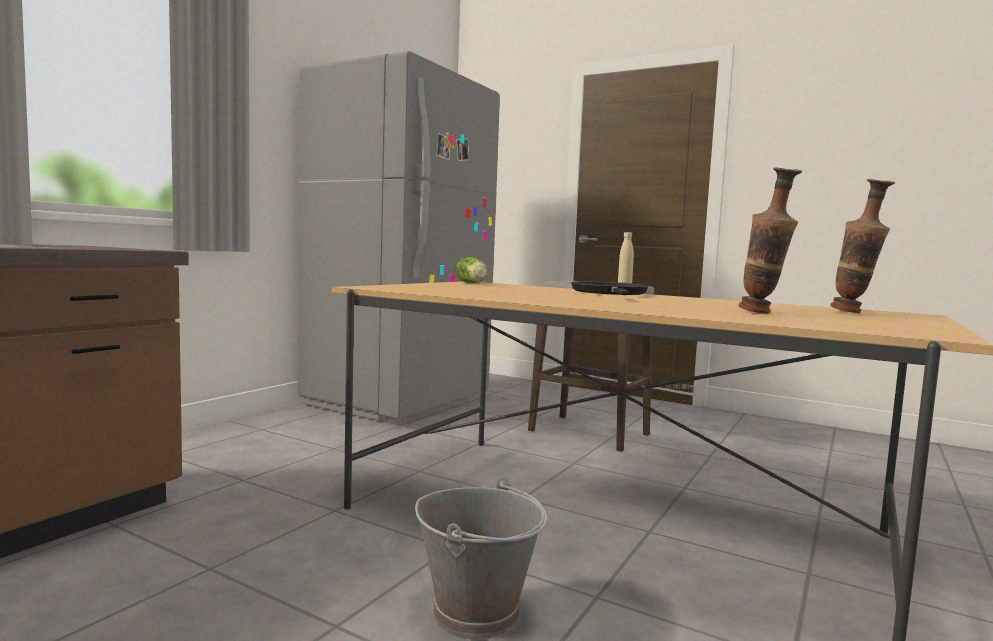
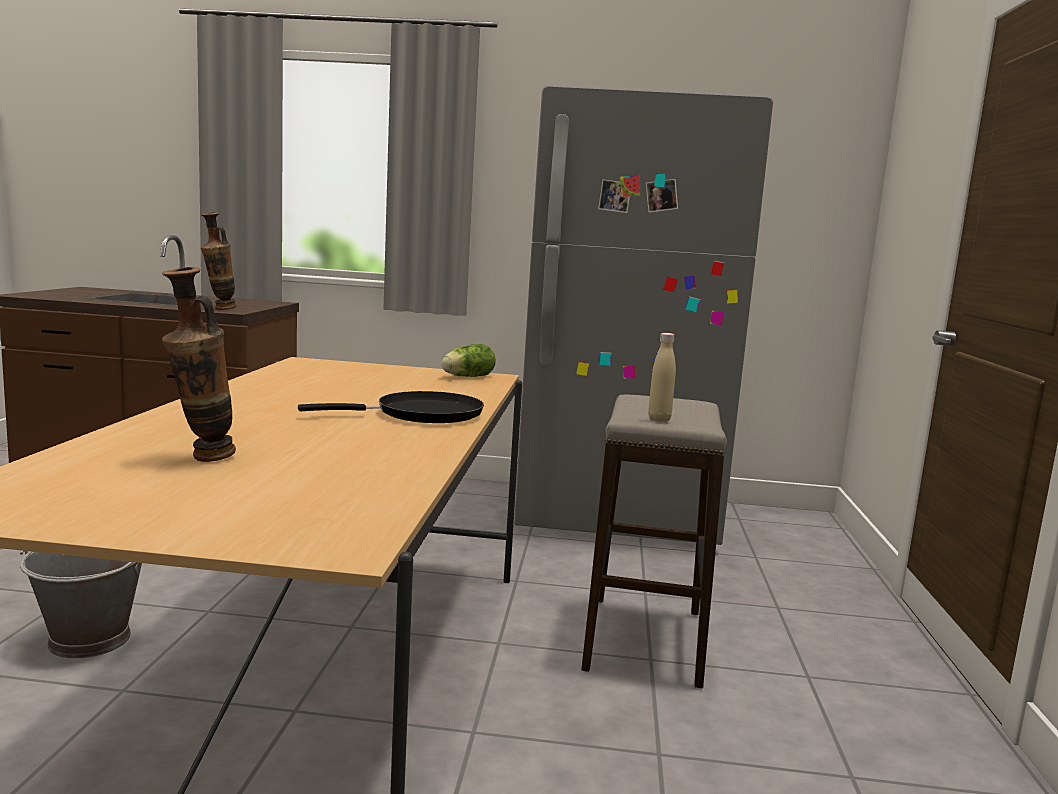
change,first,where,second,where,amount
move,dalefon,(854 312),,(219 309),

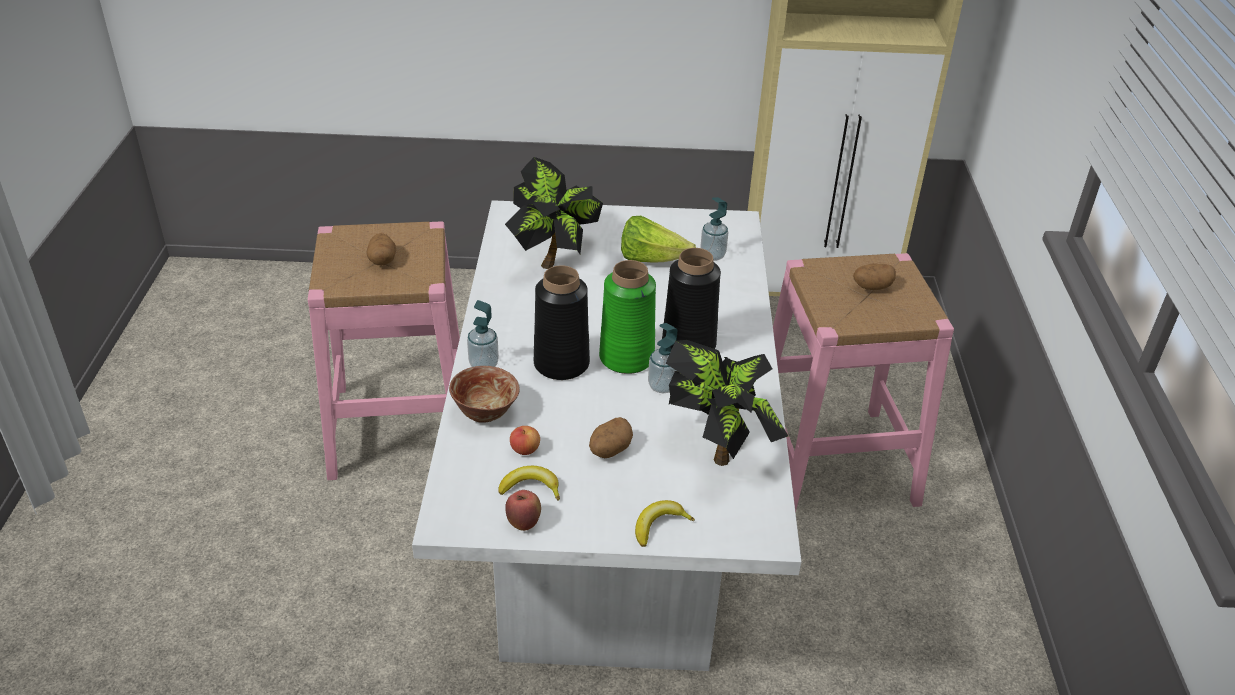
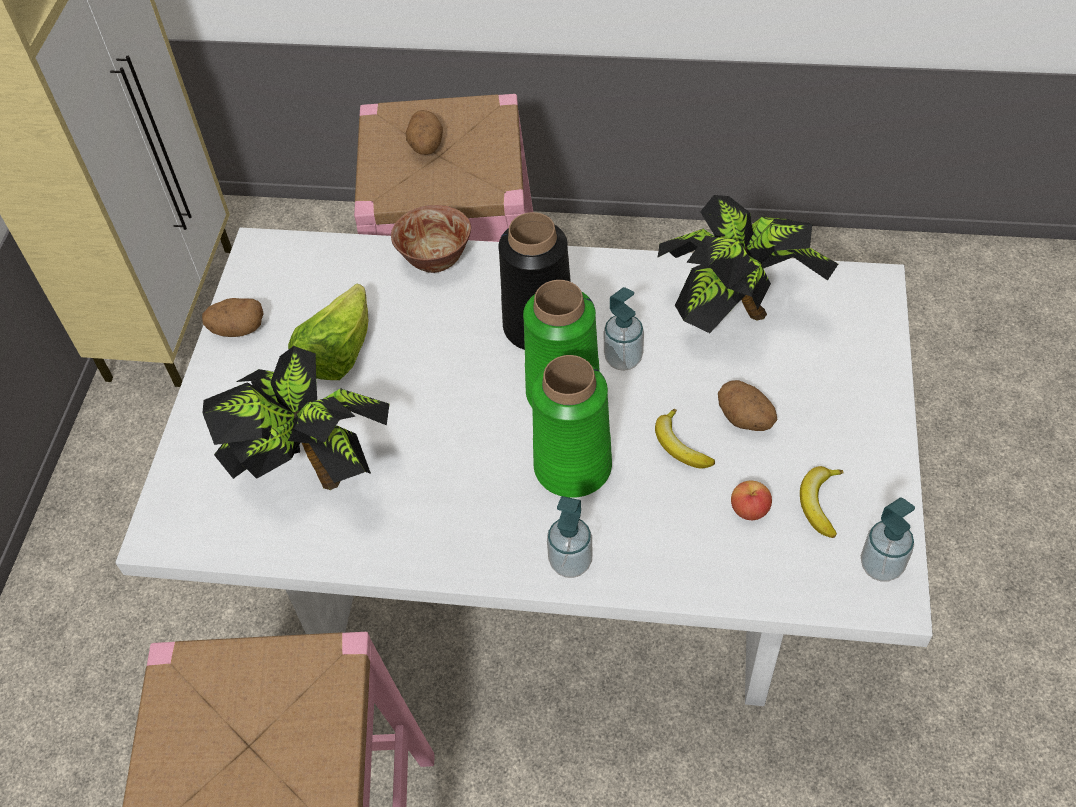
change,first,where,second,where,amount
delete,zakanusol,(524 523),,,
move,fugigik,(382 260),,(237 329),
move,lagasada,(485 412),,(435 259),
move,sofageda,(659 526),,(680 446),
move,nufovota,(712 255),,(881 566),
recolor,black dalefon,(561 363),green dalefon,(572 467),

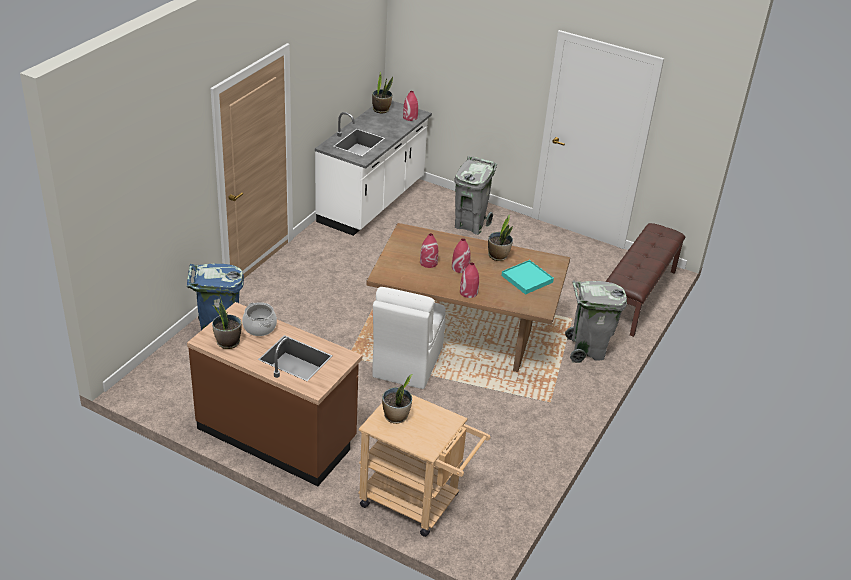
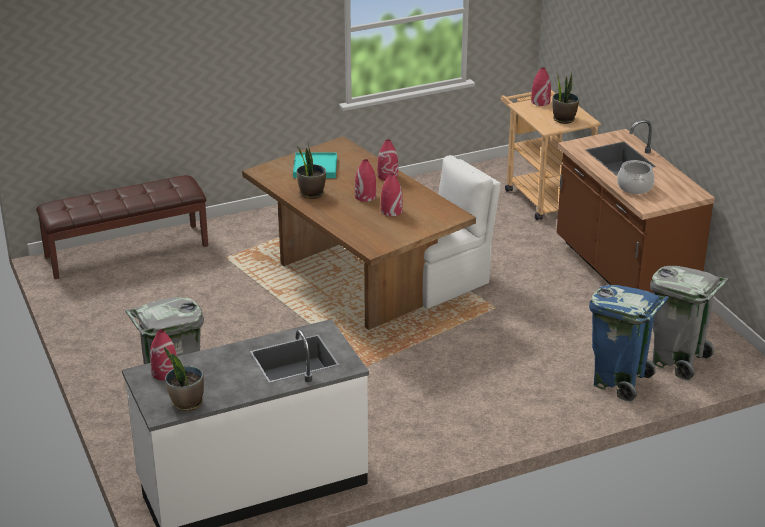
change,first,where,second,where,amount
delete,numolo,(227 342),,,
insert,,,red dalefon,(540 101),
move,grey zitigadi,(587 350),,(677 360),

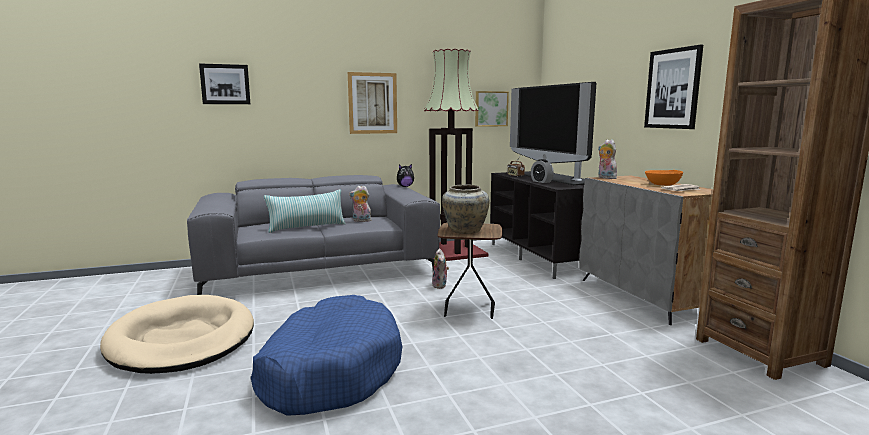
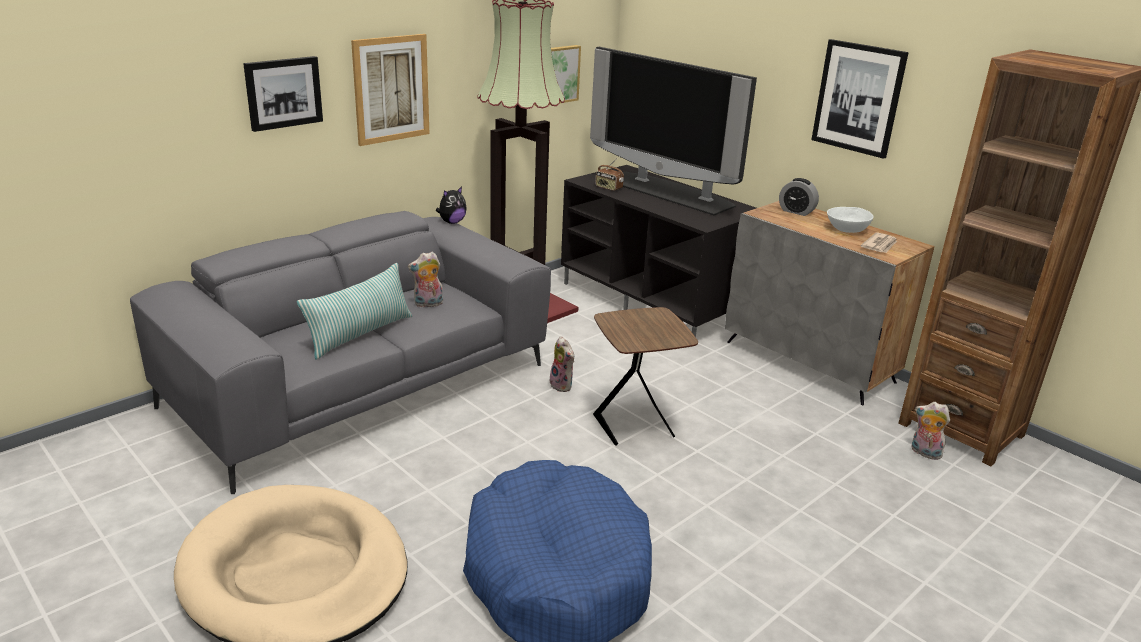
change,first,where,second,where,amount
delete,beige dalefon,(464 231),,,
move,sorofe,(225 84),,(283 93),
move,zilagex,(541 181),,(796 211),
move,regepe,(605 178),,(924 453),
recolor,orange lagasada,(662 184),white lagasada,(847 229),

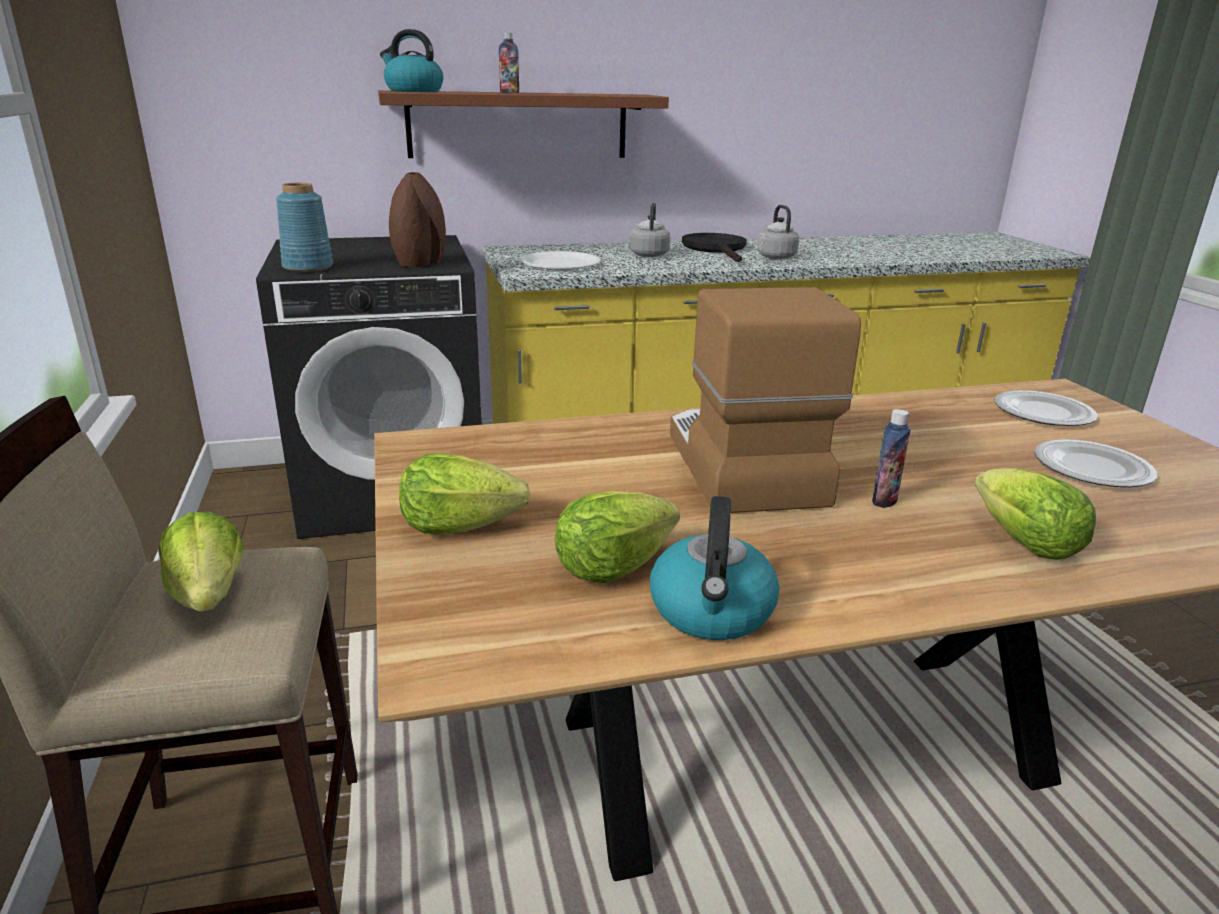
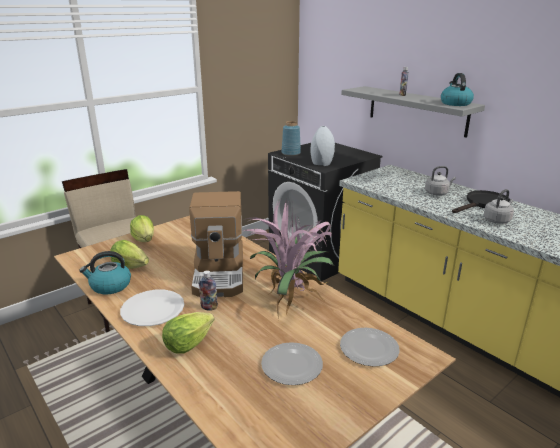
change,first,where,second,where,amount
delete,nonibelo,(209 595),,,
insert,,,numolo,(292 298),
move,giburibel,(413 91),,(455 103),
move,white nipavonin,(560 263),,(152 309),
recolor,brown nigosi,(518 125),grey nigosi,(416 110),
recolor,brown dalefon,(421 263),grey dalefon,(322 163),
rotate,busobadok,(740 466),,(220 273),120 degrees clockwise

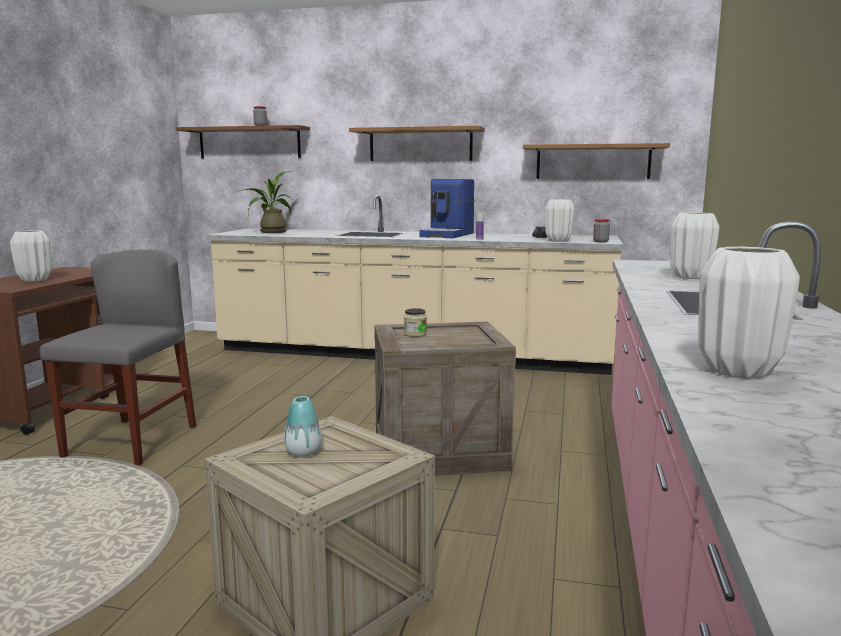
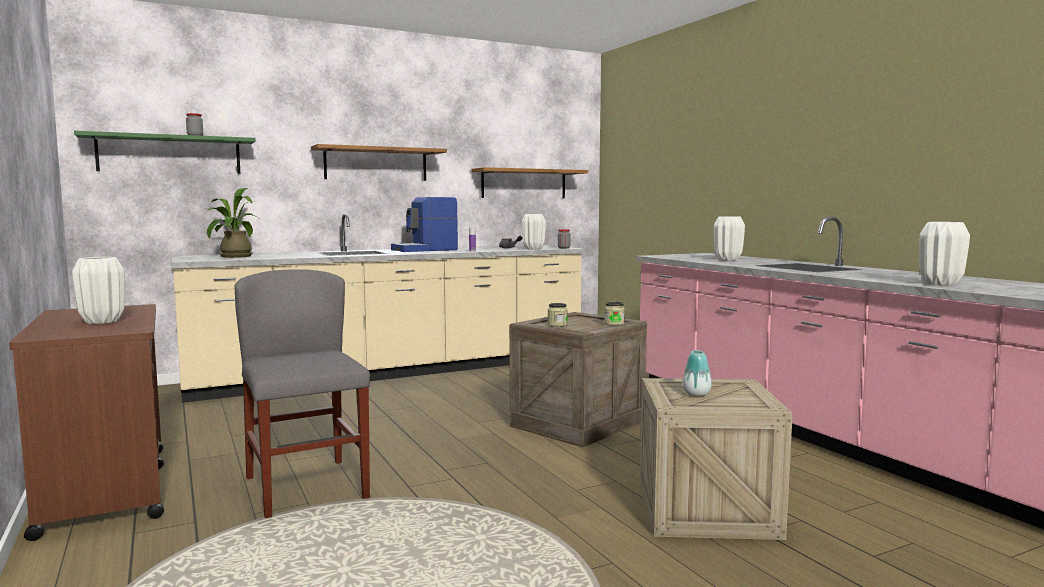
change,first,where,second,where,amount
insert,,,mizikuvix,(614 323),
recolor,brown nigosi,(249 143),green nigosi,(170 154),
rotate,busobadok,(448 235),,(425 250),75 degrees clockwise

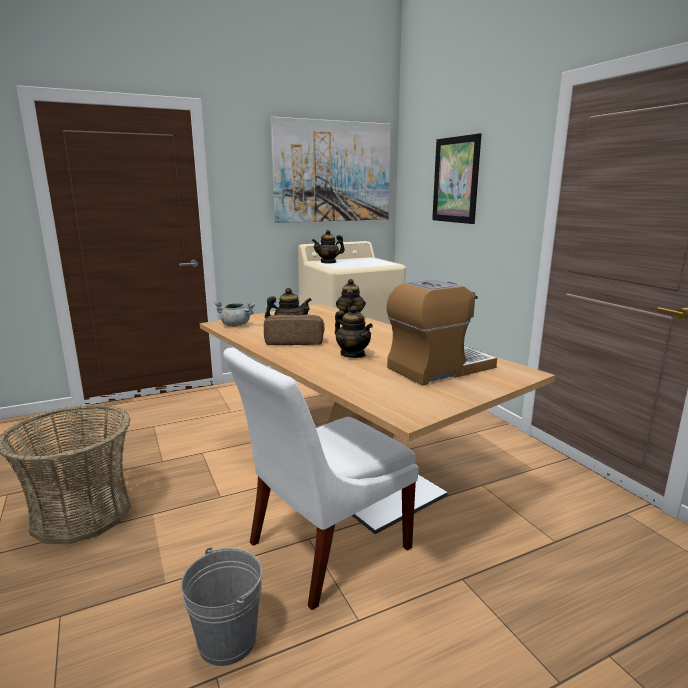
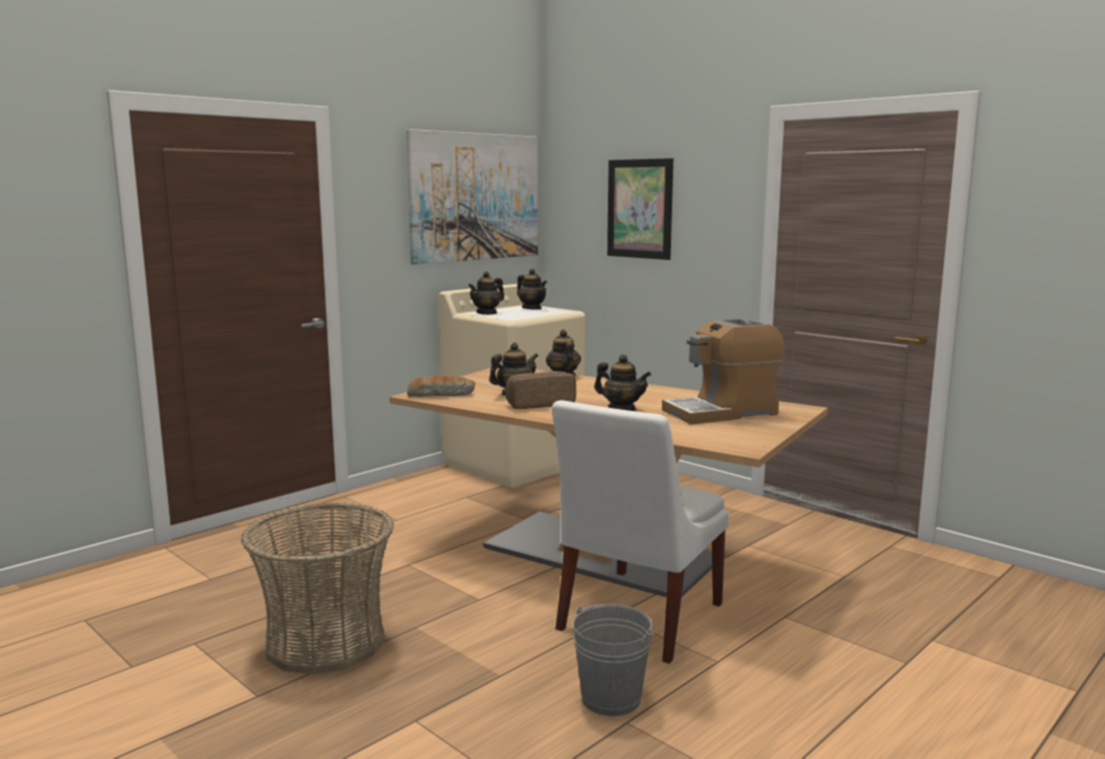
change,first,where,second,where,amount
insert,,,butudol,(532 309),
replace,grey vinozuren,(236 325),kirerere,(441 395),
rotate,busobadok,(439 368),,(722 412),150 degrees counterclockwise

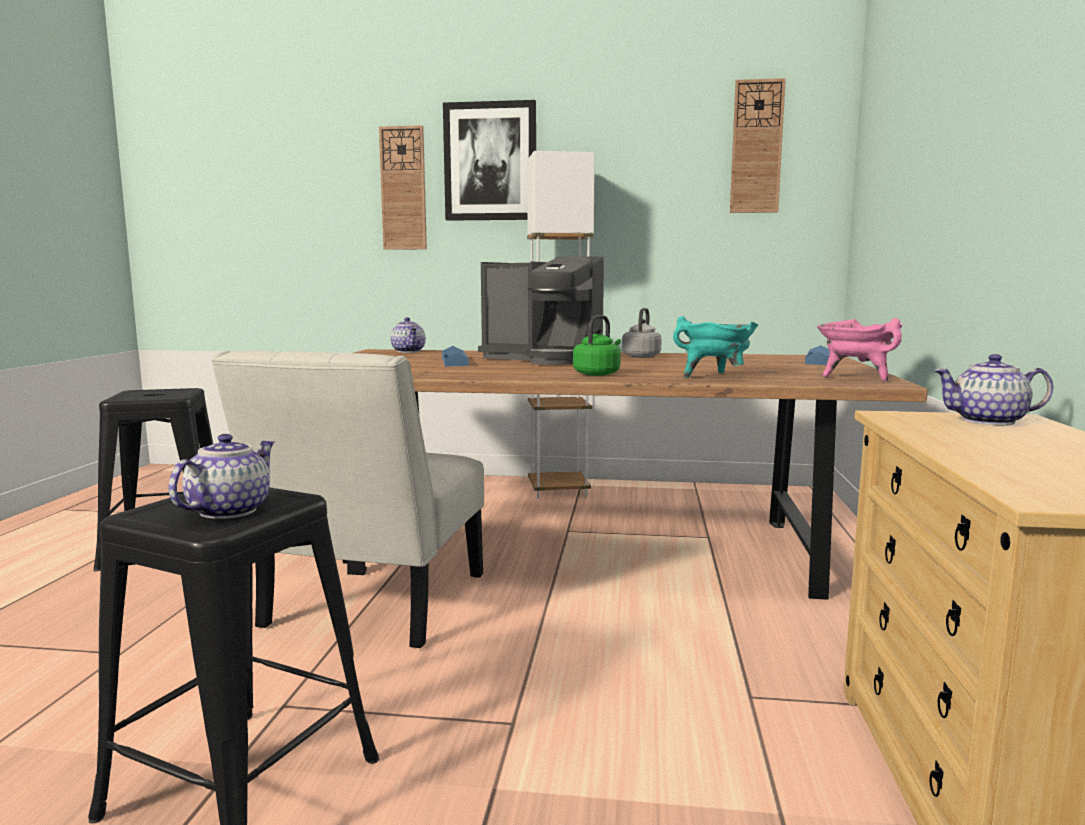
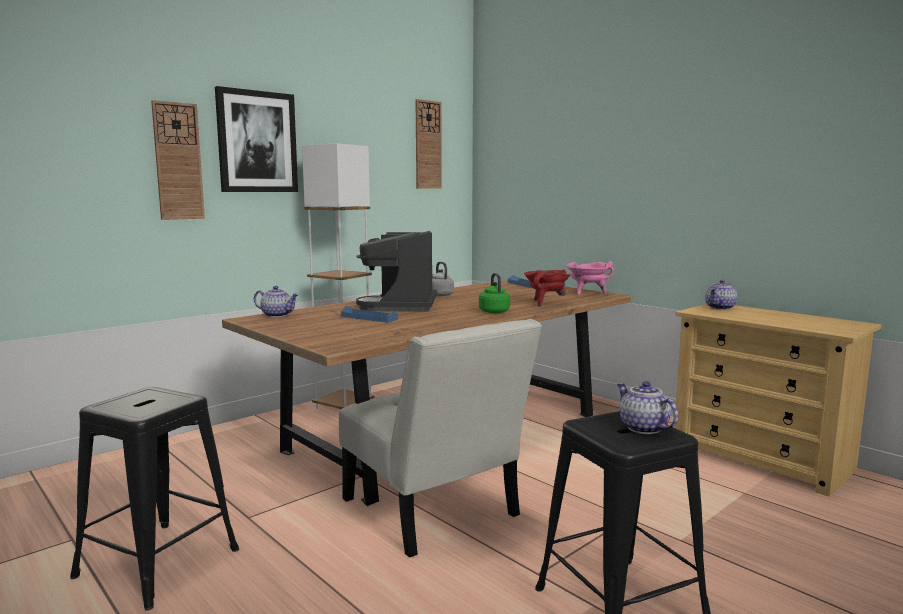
change,first,where,second,where,amount
recolor,turquoise vinozuren,(715 377),red vinozuren,(545 303),
rotate,busobadok,(544 358),,(403 305),120 degrees clockwise

